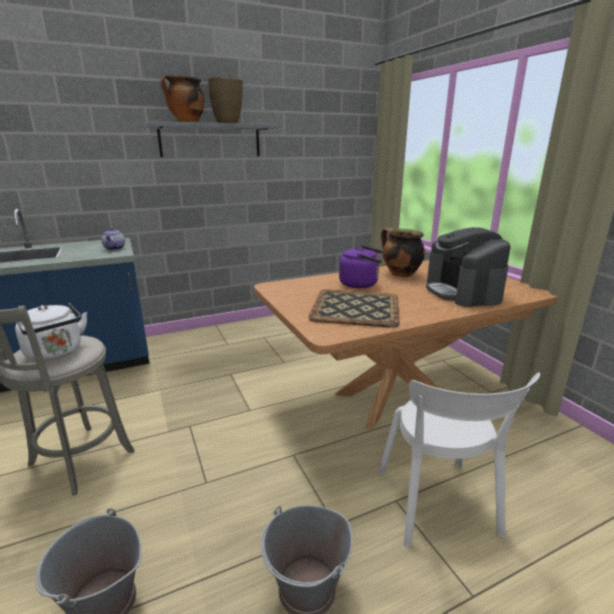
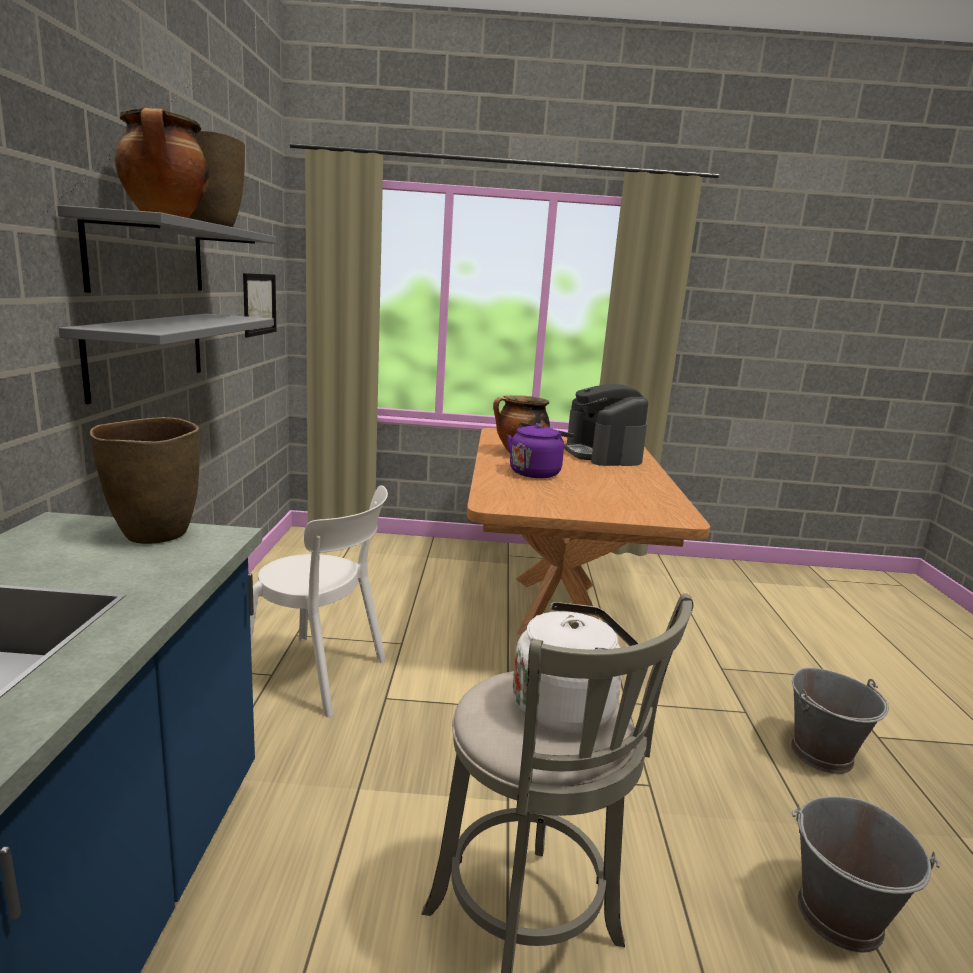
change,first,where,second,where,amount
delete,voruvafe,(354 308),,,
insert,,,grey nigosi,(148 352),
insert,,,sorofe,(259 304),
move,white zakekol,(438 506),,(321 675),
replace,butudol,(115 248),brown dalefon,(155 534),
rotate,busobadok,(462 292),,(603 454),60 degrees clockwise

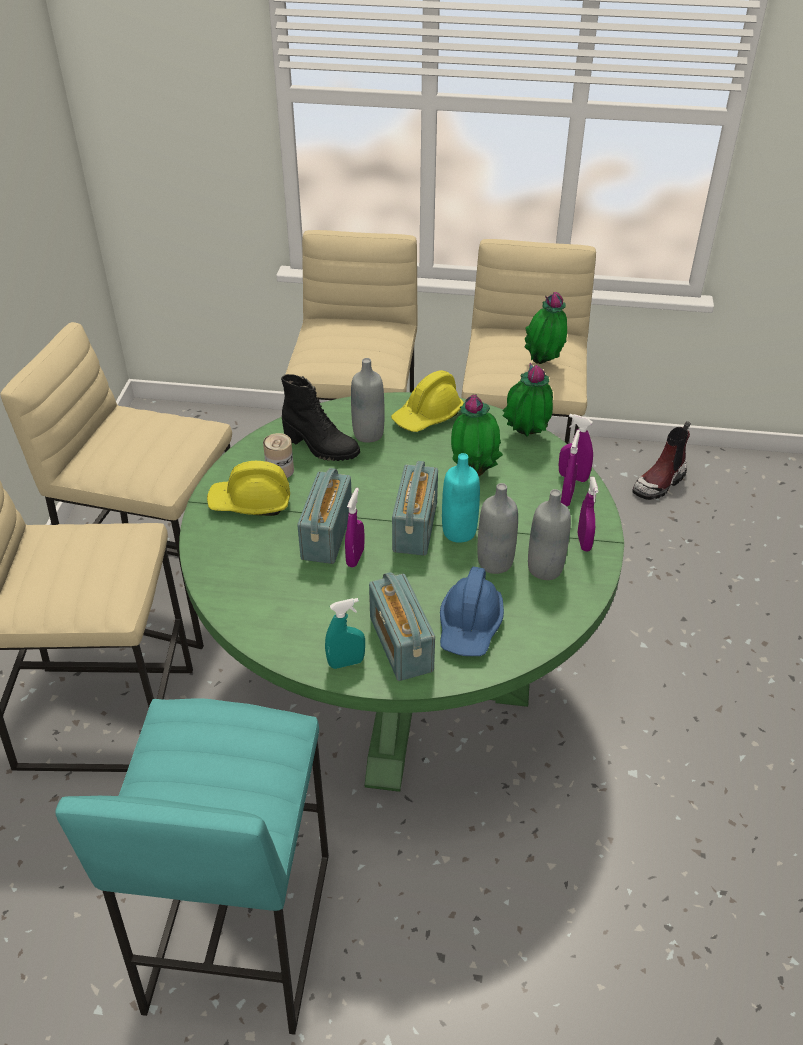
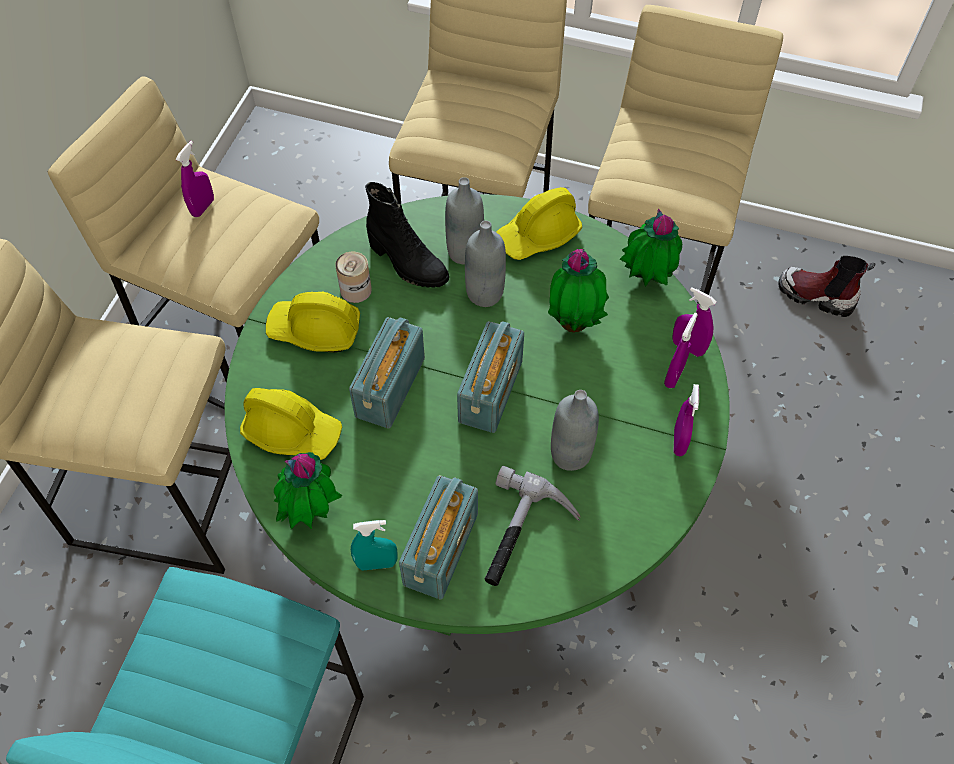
change,first,where,second,where,amount
delete,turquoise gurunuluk,(459 532),,,
insert,,,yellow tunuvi,(292 431),
move,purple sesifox,(355 557),,(203 207),
move,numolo,(543 364),,(312 515),
move,grey gurunuluk,(545 568),,(485 293),
replace,blue tunuvi,(470 625),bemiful,(523 536),
rotate,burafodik,(400 644),,(441 549),150 degrees counterclockwise
rotate,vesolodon,(659 483),,(816 296),60 degrees clockwise

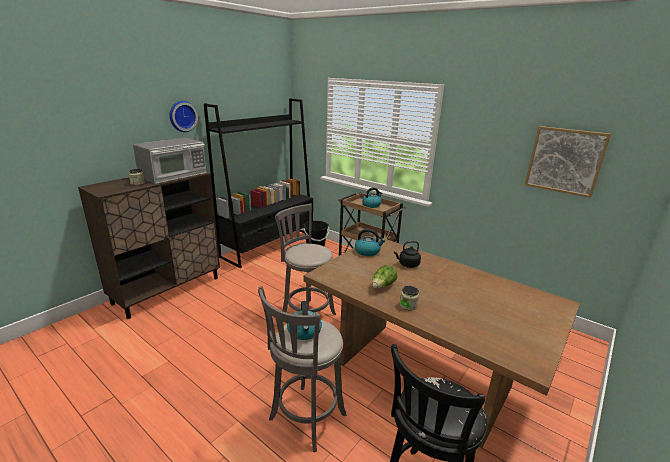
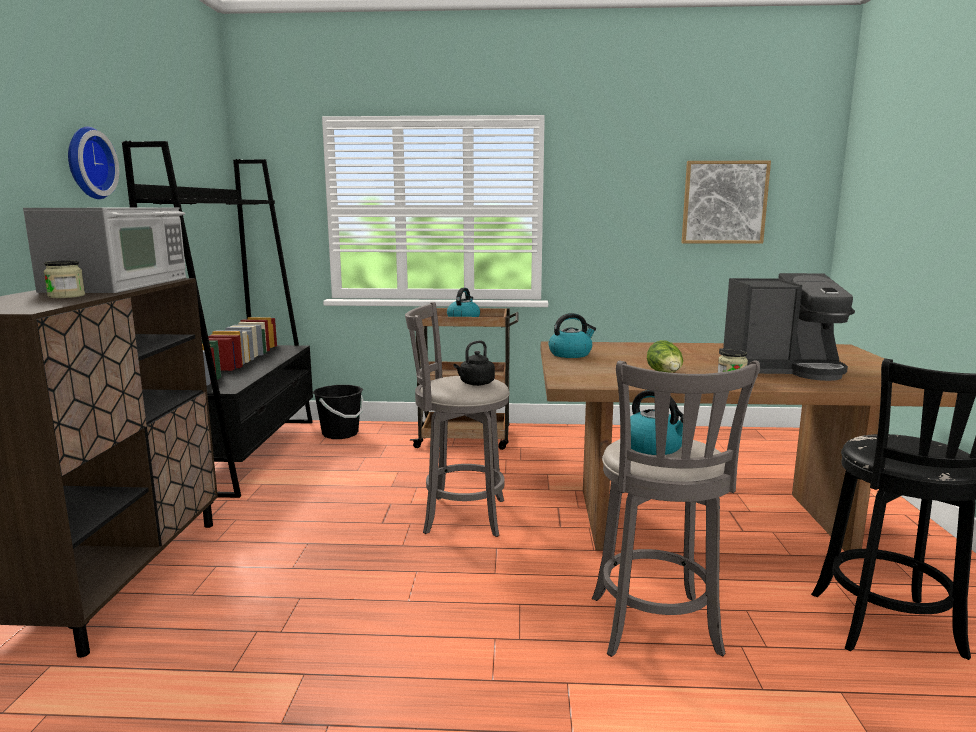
change,first,where,second,where,amount
insert,,,busobadok,(783 368),
move,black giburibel,(407 264),,(475 383),

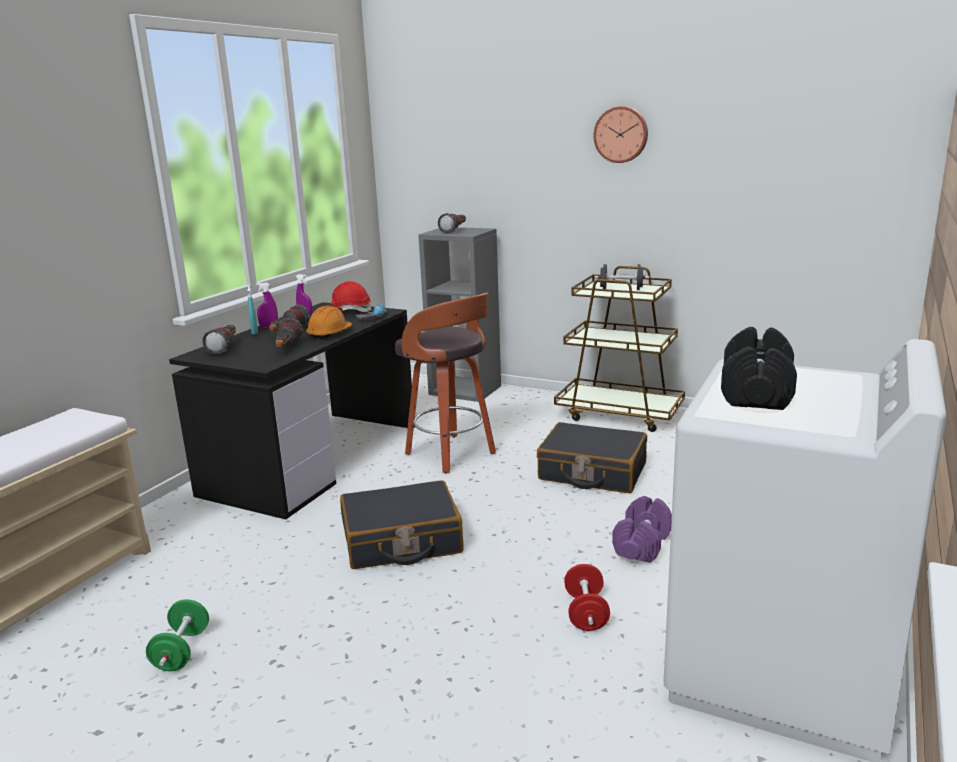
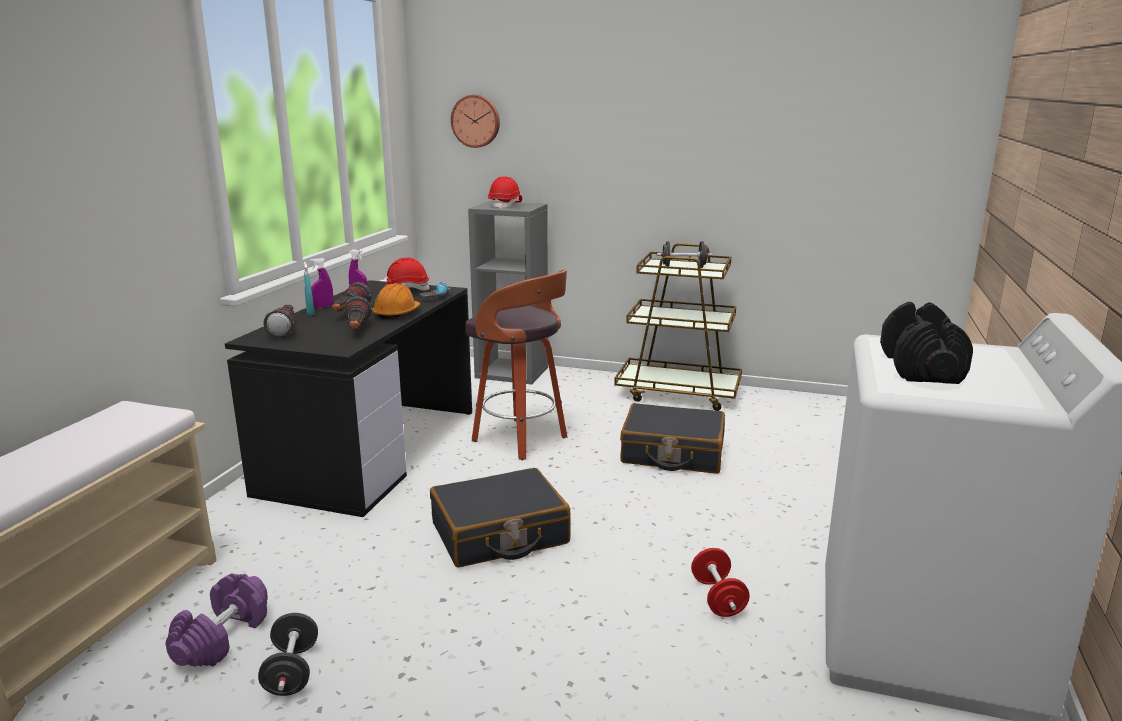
change,first,where,second,where,amount
move,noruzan,(621 134),,(476 121),
move,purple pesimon,(641 544),,(222 637),
replace,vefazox,(455 231),red tunuvi,(505 205),
recolor,green pesimon,(181 651),black pesimon,(292 672),

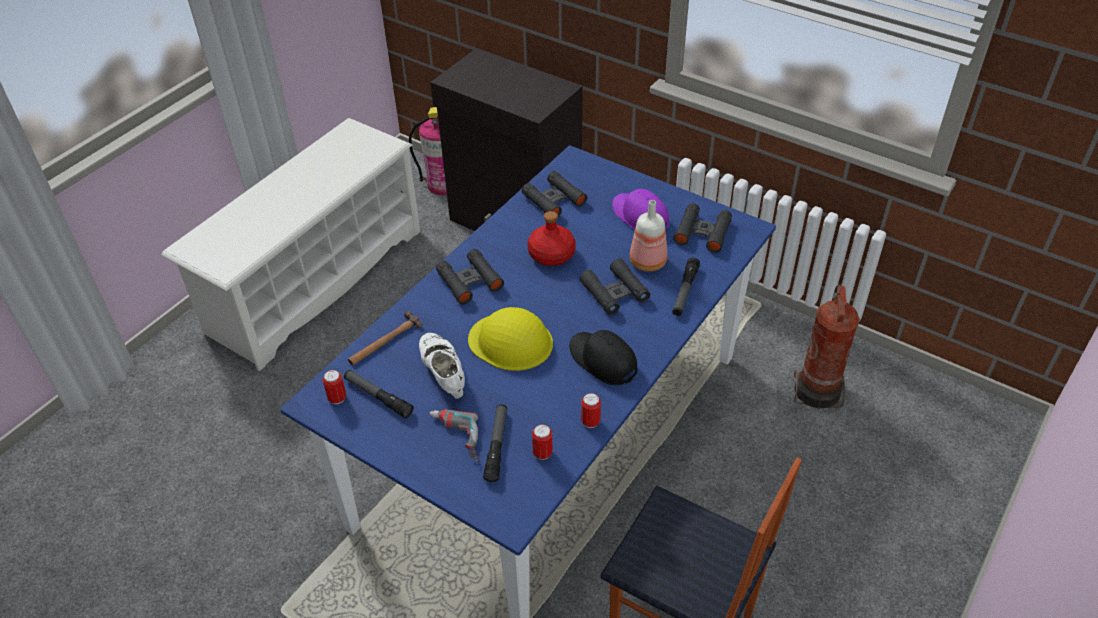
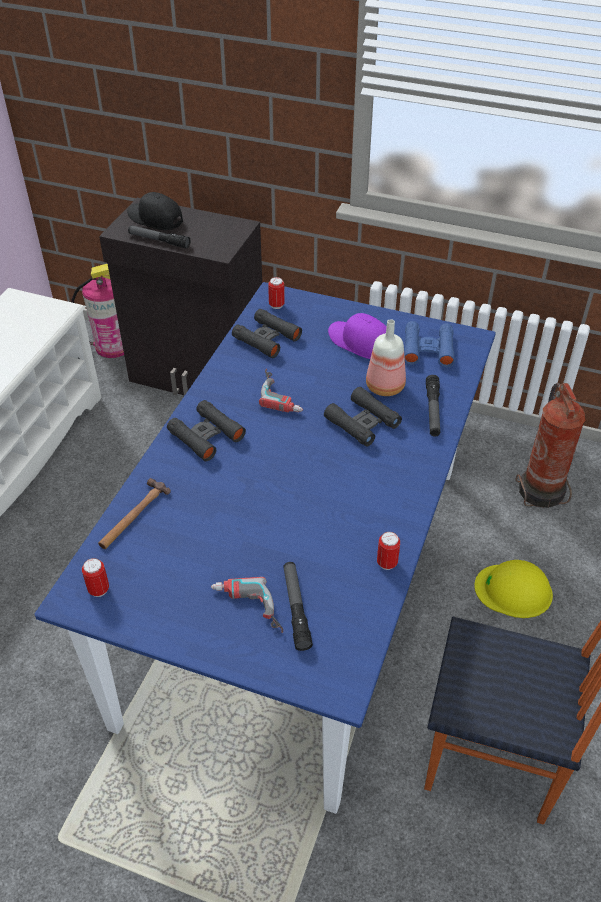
change,first,where,second,where,amount
delete,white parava,(443 375),,,
move,vefazox,(378 397),,(159 241),
move,yellow tunuvi,(511 342),,(514 590),
move,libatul,(542 453),,(276 305),
move,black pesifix,(602 360),,(155 218),
replace,red gurunuluk,(551 254),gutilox,(283 394),
recolor,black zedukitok,(702 233),blue zedukitok,(428 349),

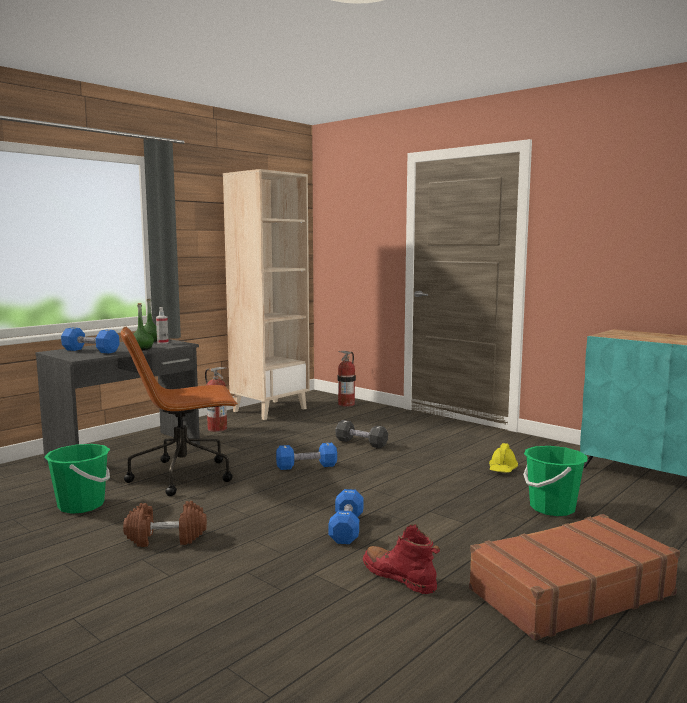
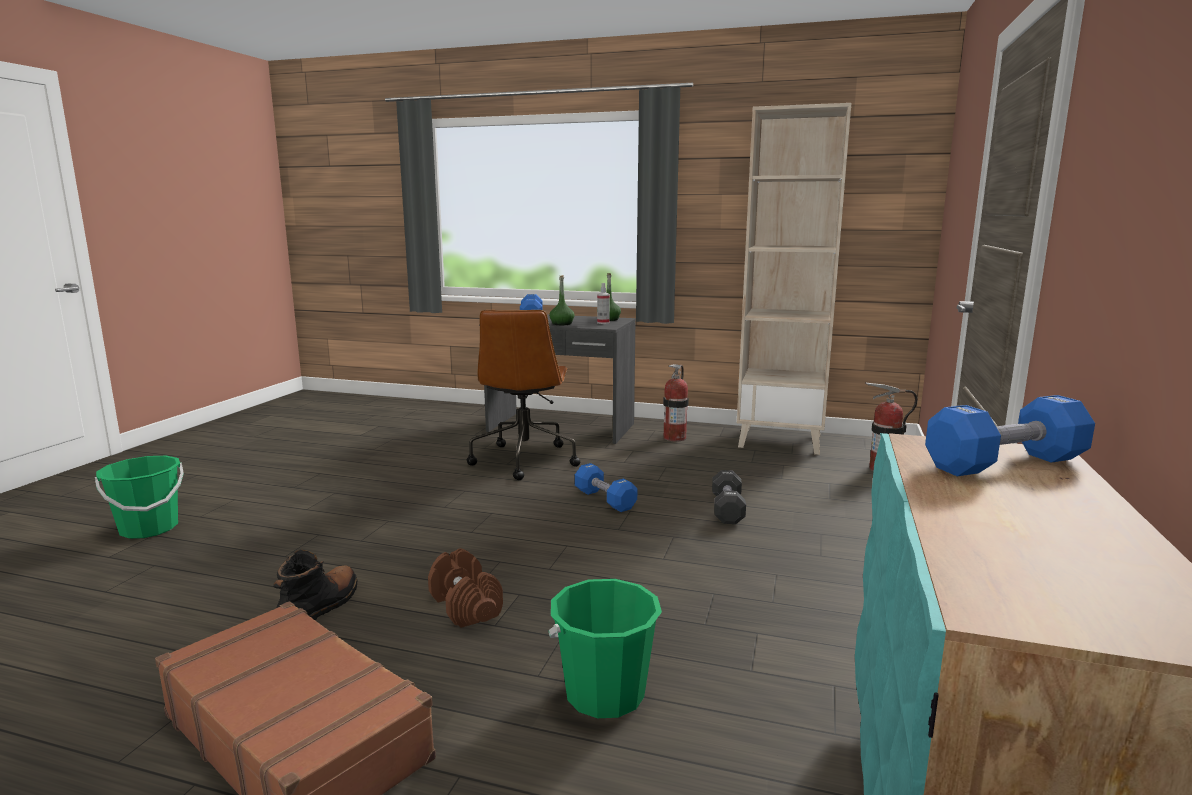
change,first,where,second,where,amount
delete,yellow tunuvi,(502 469),,,
move,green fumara,(81 505),,(149 528),
move,brown pesimon,(166 538),,(465 606),
move,blue pesimon,(346 528),,(1004 463),
recolor,red vesolodon,(399 577),black vesolodon,(320 607),
rotate,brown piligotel,(184 475),,(524 460),135 degrees counterclockwise

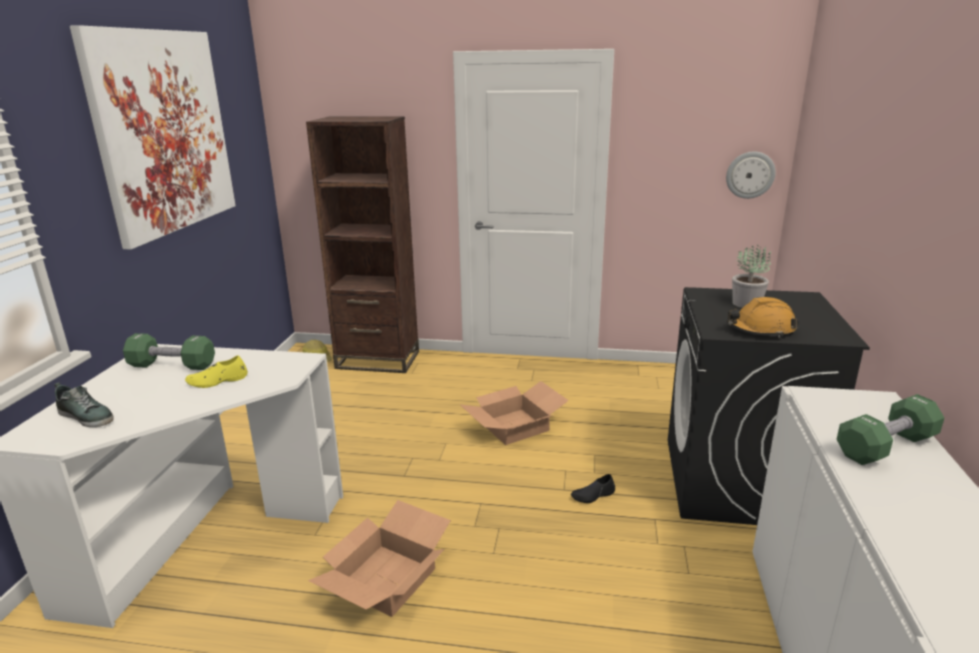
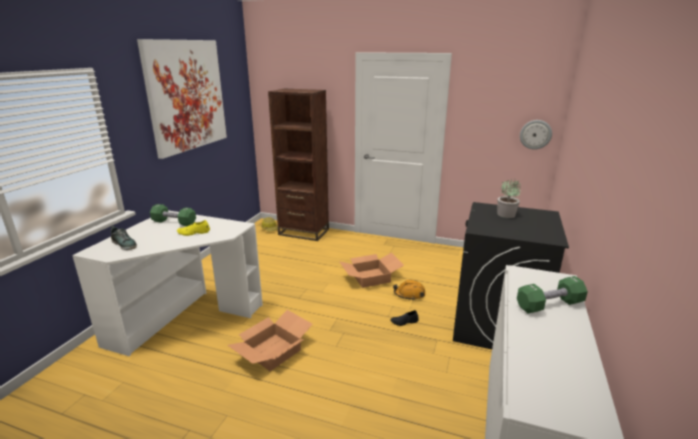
change,first,where,second,where,amount
move,orange tunuvi,(760 329),,(409 294),

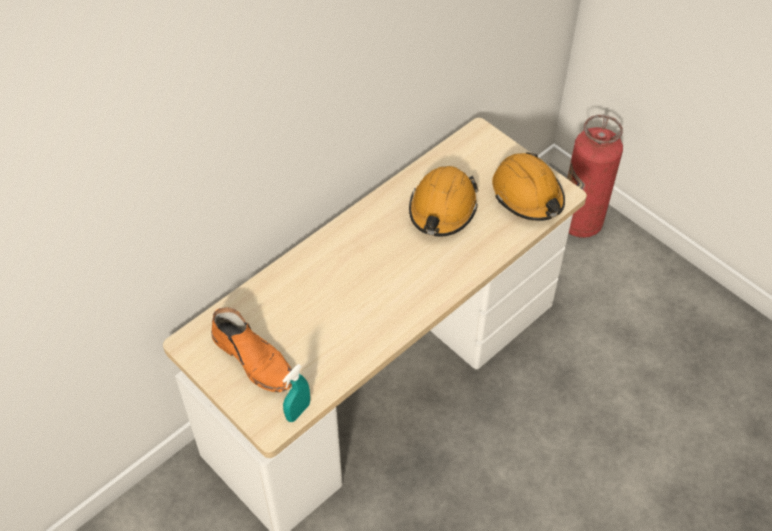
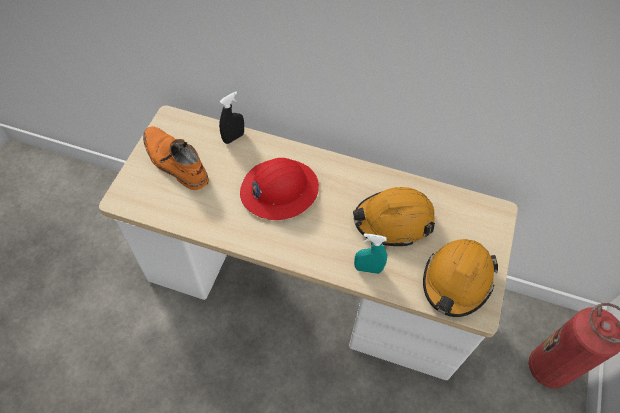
change,first,where,second,where,amount
insert,,,black sesifox,(233 137),
insert,,,red tunuvi,(279 190),
move,turquoise sesifox,(298 411),,(368 269),
rotate,orange vesolodon,(255 359),,(175 162),120 degrees clockwise

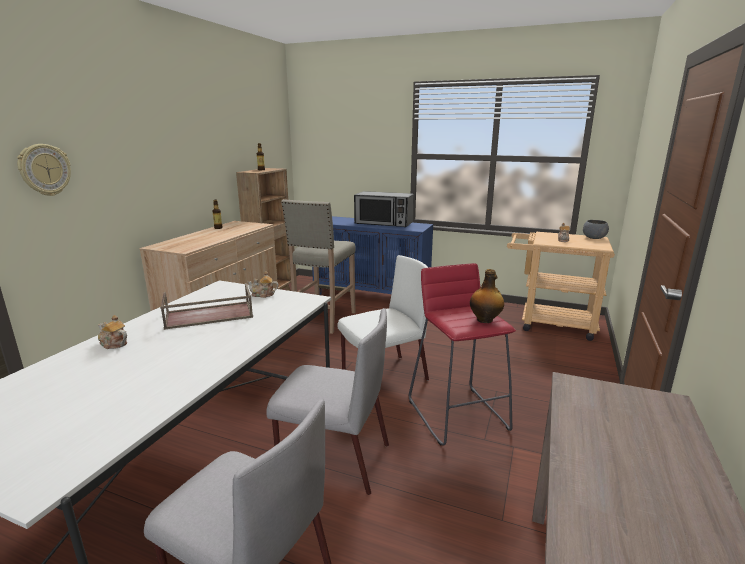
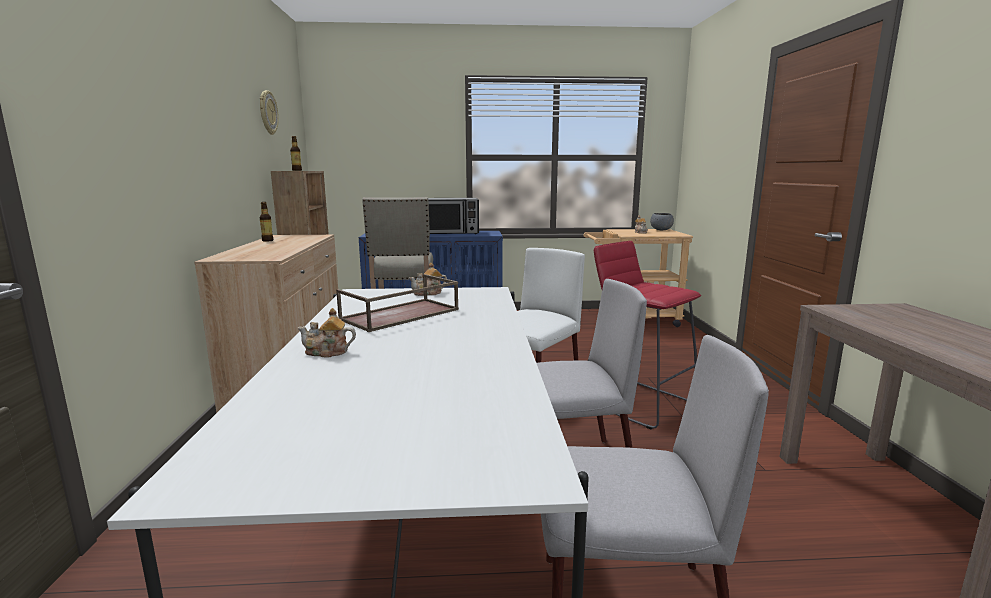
change,first,where,second,where,amount
delete,gurunuluk,(485 320),,,
move,noruzan,(44 170),,(267 112),

